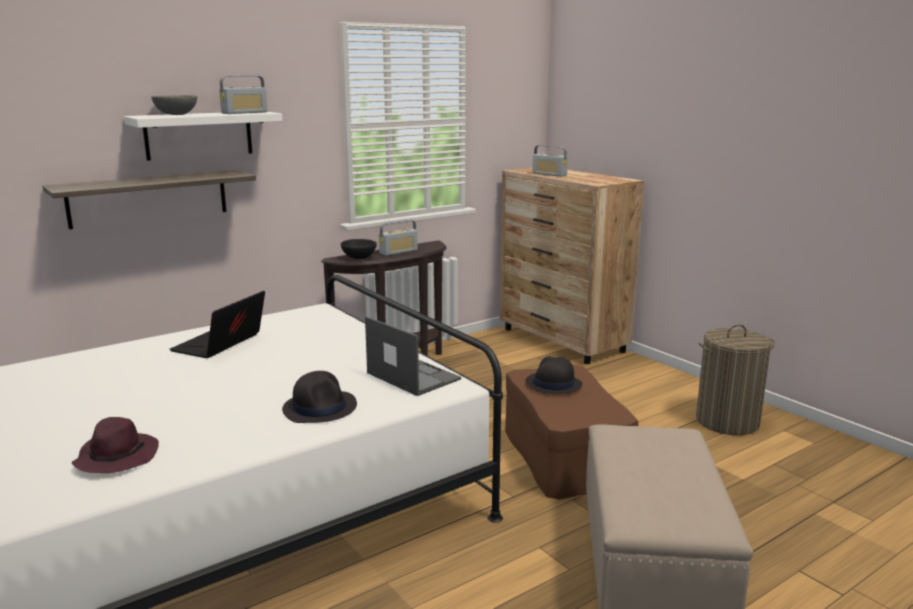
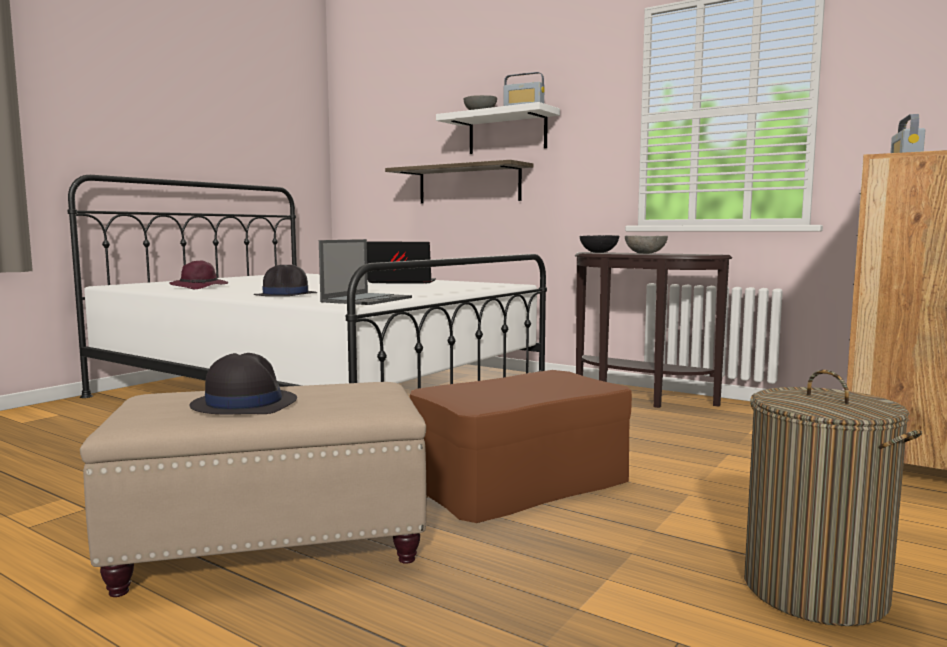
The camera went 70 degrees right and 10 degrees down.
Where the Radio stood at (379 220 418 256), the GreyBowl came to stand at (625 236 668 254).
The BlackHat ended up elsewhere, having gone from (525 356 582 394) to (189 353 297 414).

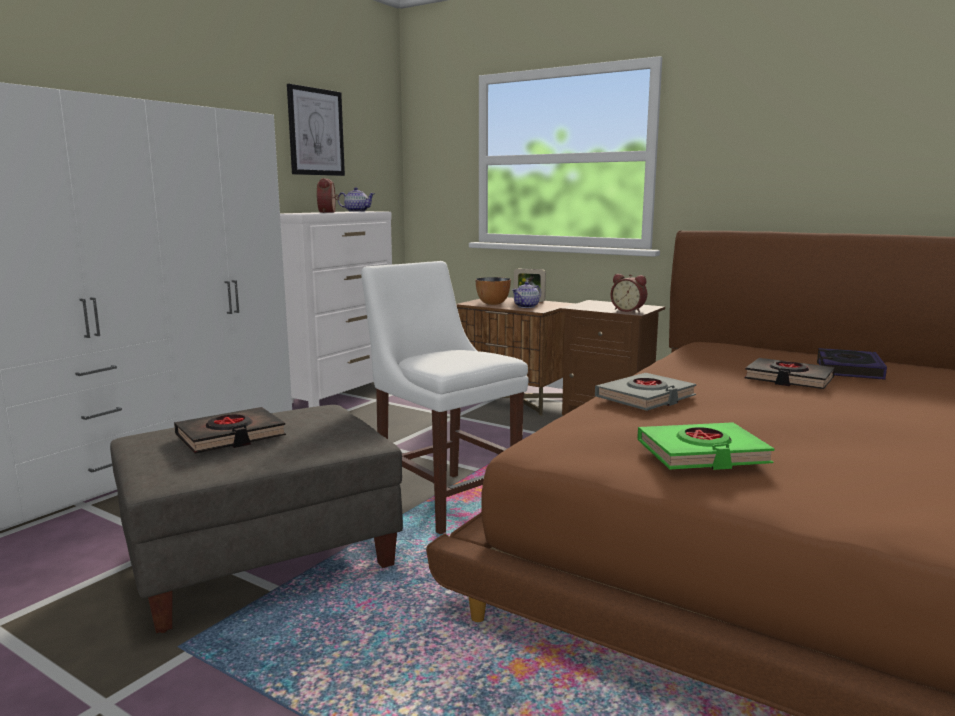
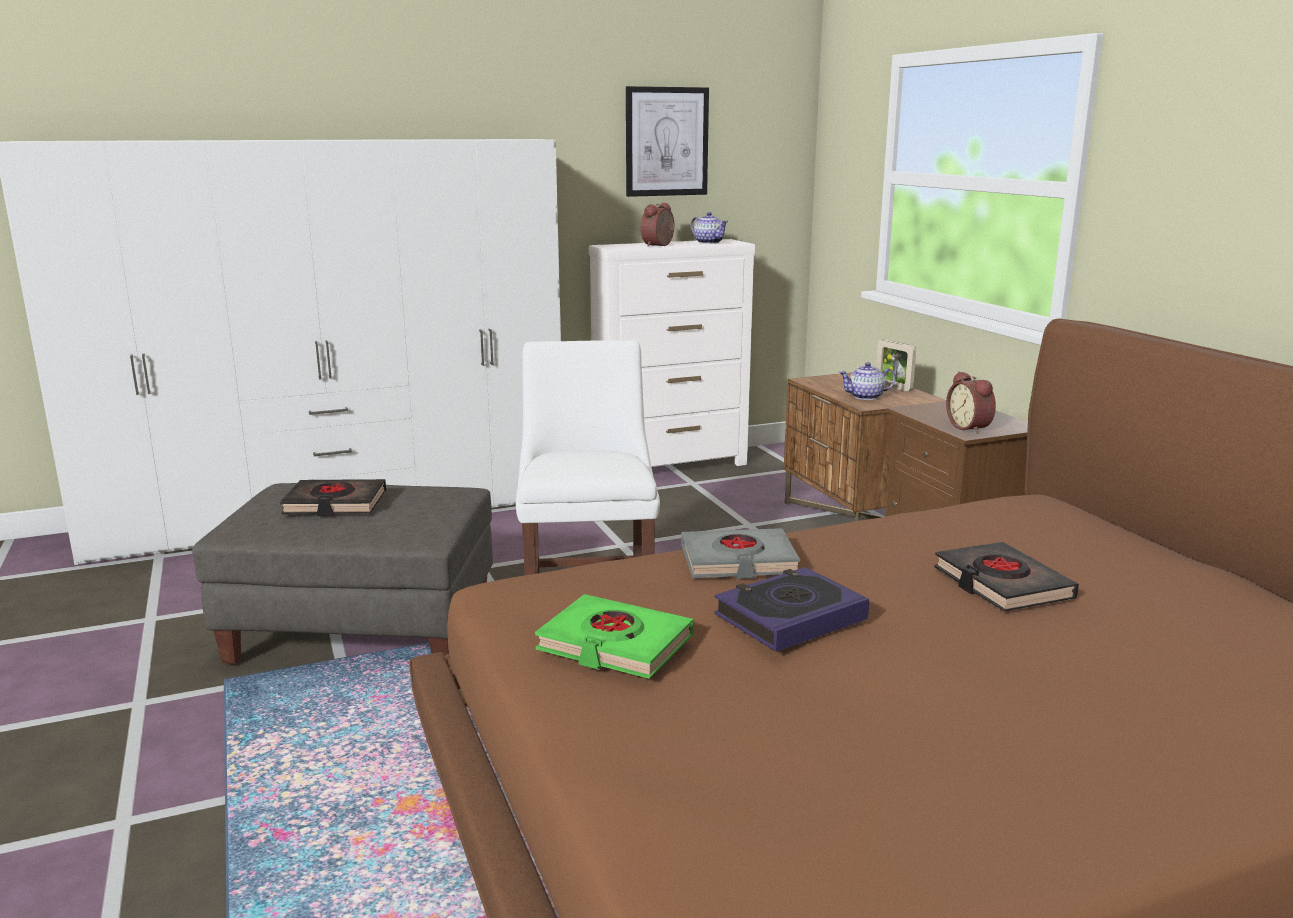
The camera went 35 degrees right and 5 degrees up.
The second view lost the Bowl at (476 277 511 305).
The Book ended up elsewhere, having gone from (817 348 887 380) to (714 567 869 652).

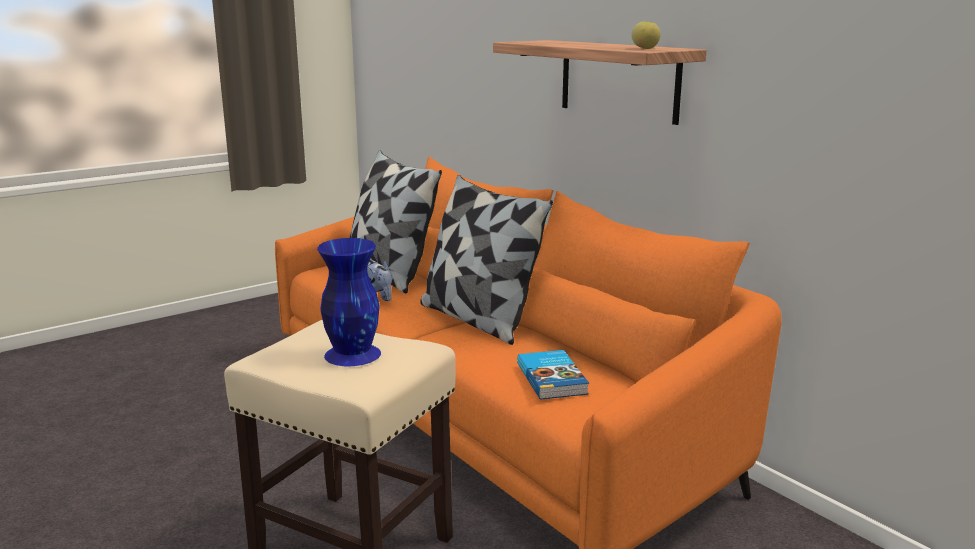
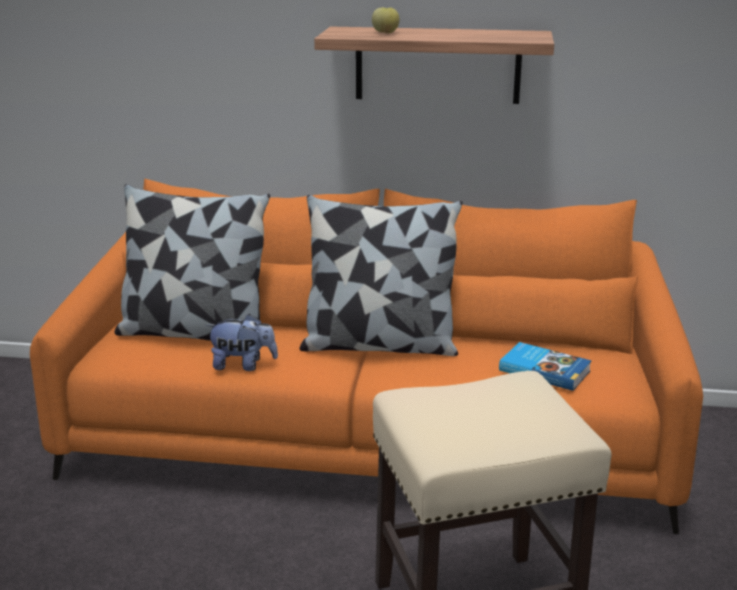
The camera went 45 degrees left and 5 degrees up.
The second view lost the BlueVase at (317 238 381 366).
The Apple ended up elsewhere, having gone from (632 22 661 49) to (372 7 400 33).

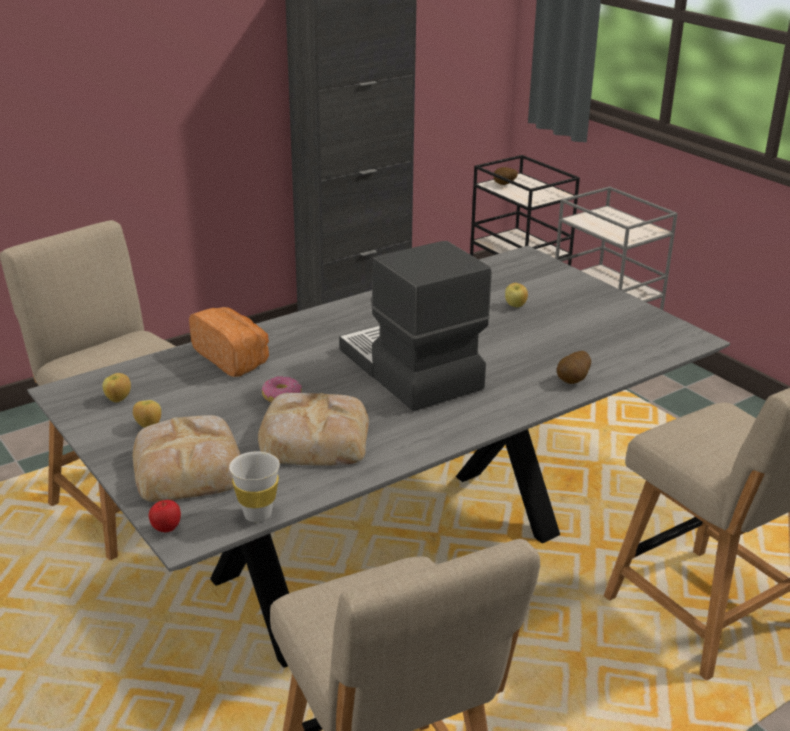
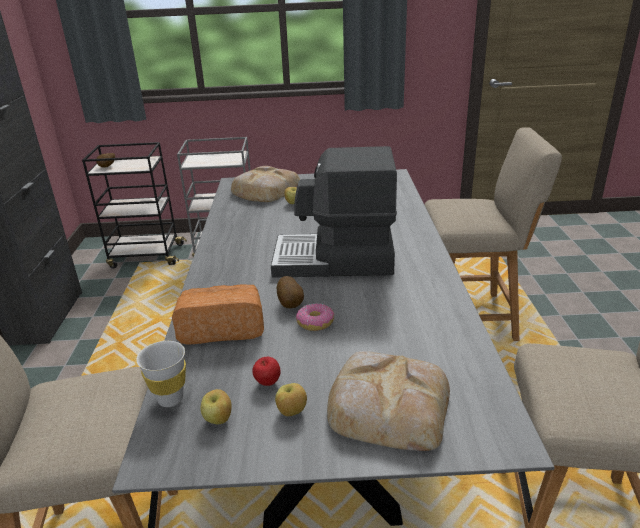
The camera went 55 degrees left and 0 degrees up.
The Apple ended up elsewhere, having gone from (149 500 181 532) to (252 357 281 386).
The WhiteCup ended up elsewhere, having gone from (229 451 280 522) to (136 341 186 407).
The Bread ended up elsewhere, having gone from (258 393 369 466) to (231 166 300 202).
The Potato ended up elsewhere, having gone from (557 351 591 384) to (277 276 304 308).

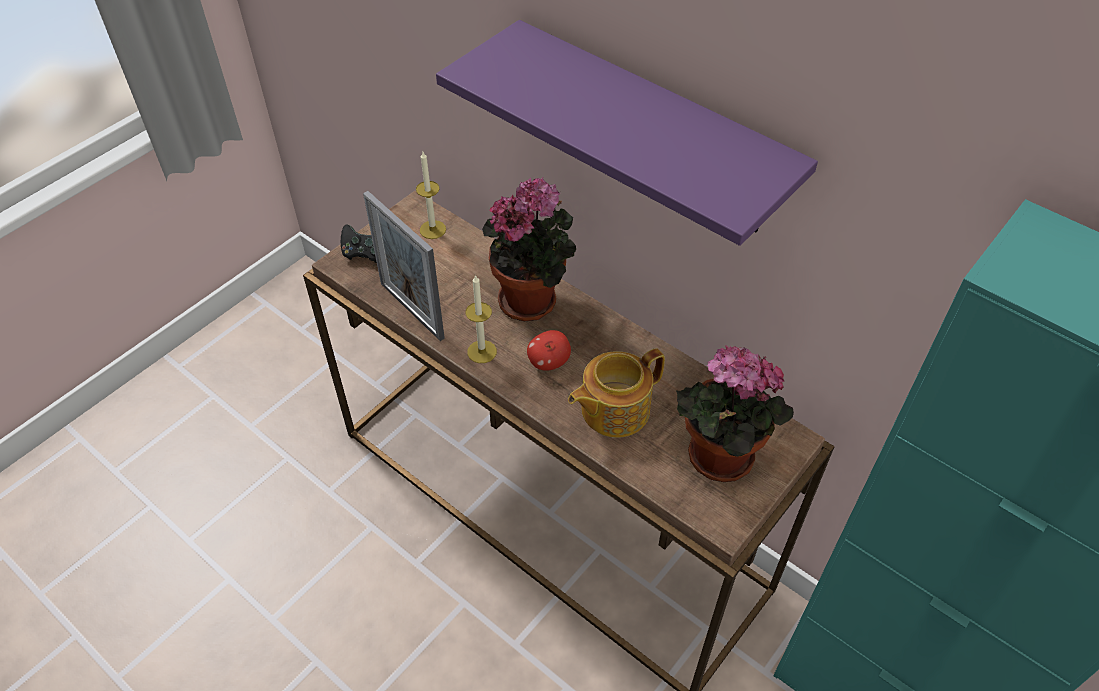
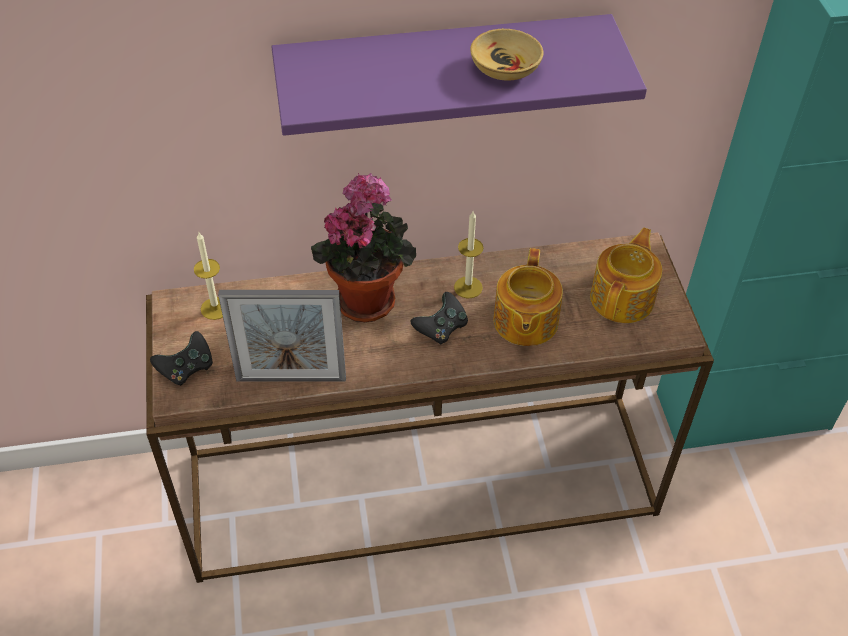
The camera went 50 degrees left and 0 degrees up.
The Candle ended up elsewhere, having gone from (466 275 497 363) to (454 211 484 299).
Where the Apple stood at (527 330 571 370), the BlackGameController came to stand at (410 292 468 345).
Where the PottedPlant stood at (676 346 794 482), the Teapot came to stand at (590 228 662 323).
The second view gained the BeigeBowl at (470 28 543 81).

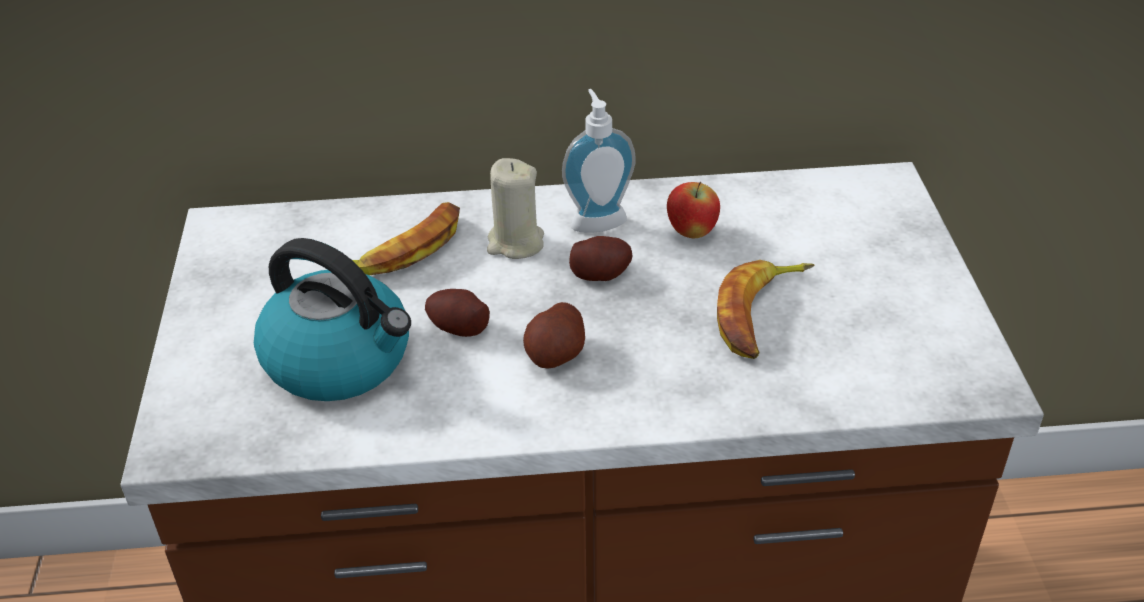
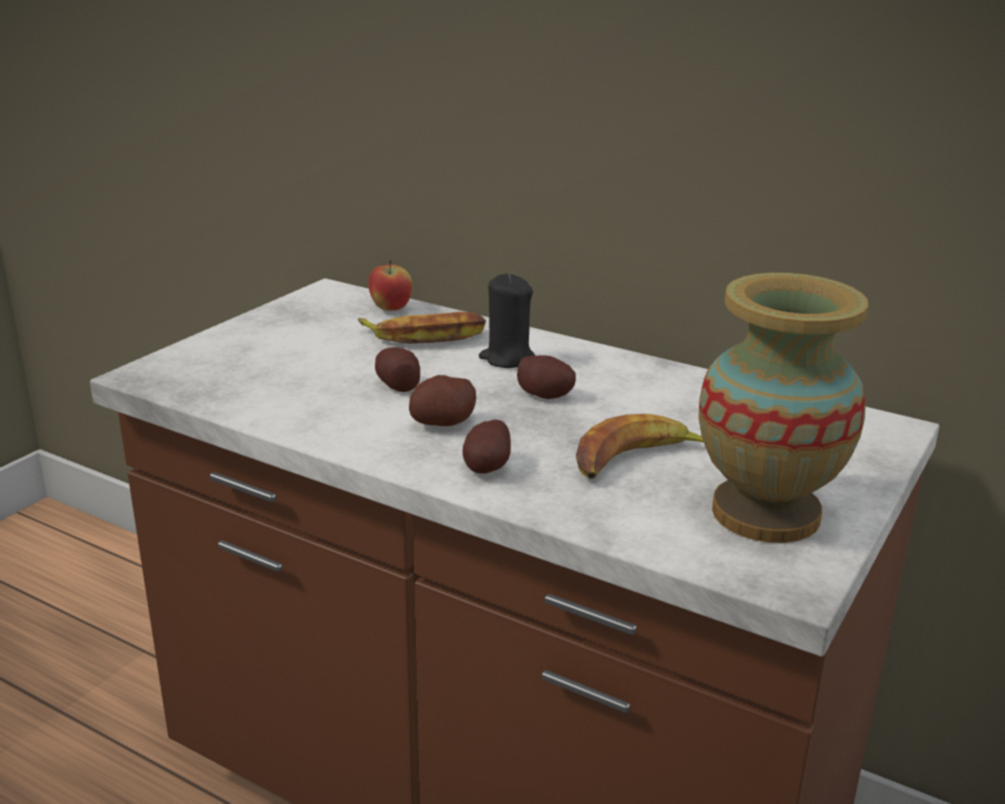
The camera went 35 degrees right and 15 degrees down.
The second view lost the Kettle at (254 238 411 401).
What was the BeigeCandle at (487 158 544 259) turned into the BlackCandle at (479 274 535 368).
The second view lost the SoapDispenser at (562 89 636 233).
The Apple ended up elsewhere, having gone from (667 182 720 238) to (369 260 412 311).
The second view gained the Potato at (463 420 511 474).
The second view gained the Vase at (699 273 868 543).

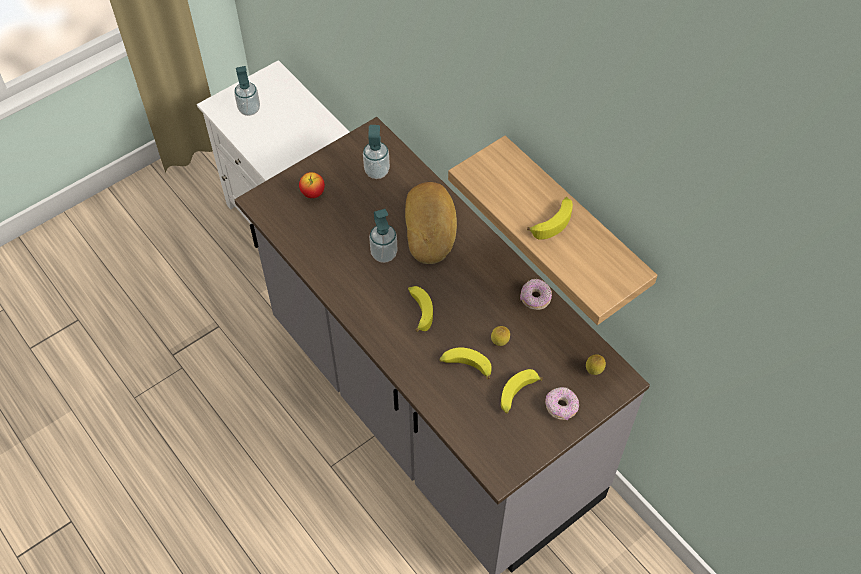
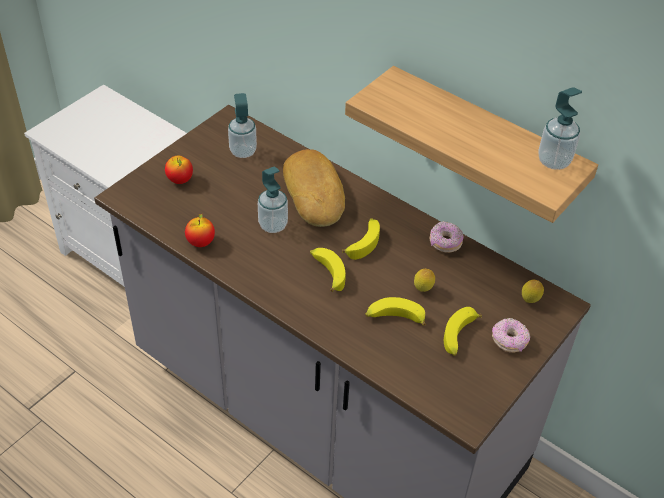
The camera went 15 degrees left and 10 degrees down.
The SoapDispenser ended up elsewhere, having gone from (234 66 260 116) to (538 87 582 170).
The Banana ended up elsewhere, having gone from (527 197 573 240) to (342 218 380 260).
The second view gained the Apple at (185 214 215 247).

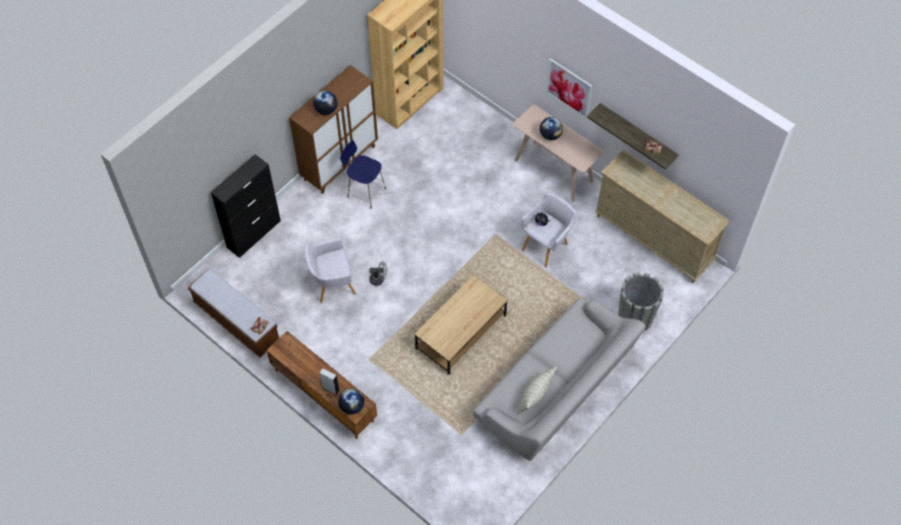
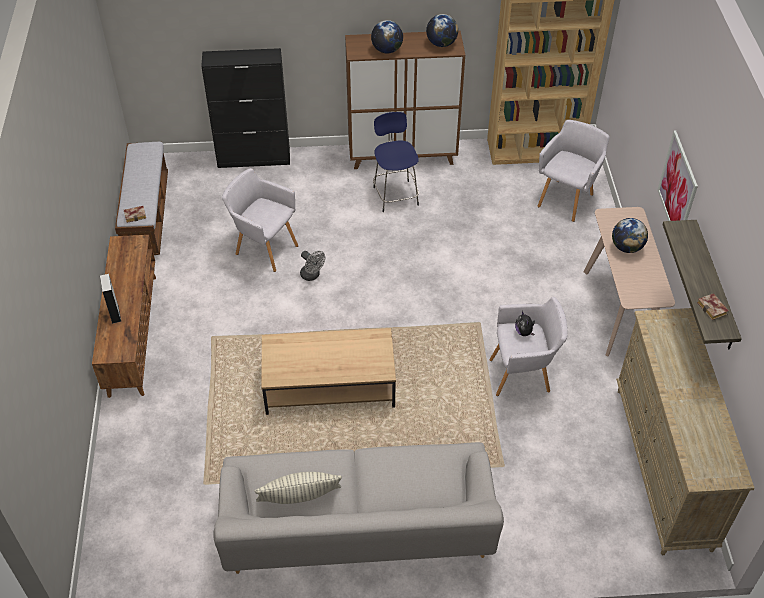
The camera went 45 degrees right and 10 degrees down.
The Globe ended up elsewhere, having gone from (338 388 364 415) to (426 14 458 47).
The second view lost the GreyPlanter at (618 272 664 332).
The second view gained the GreyArmchair at (537 120 610 222).

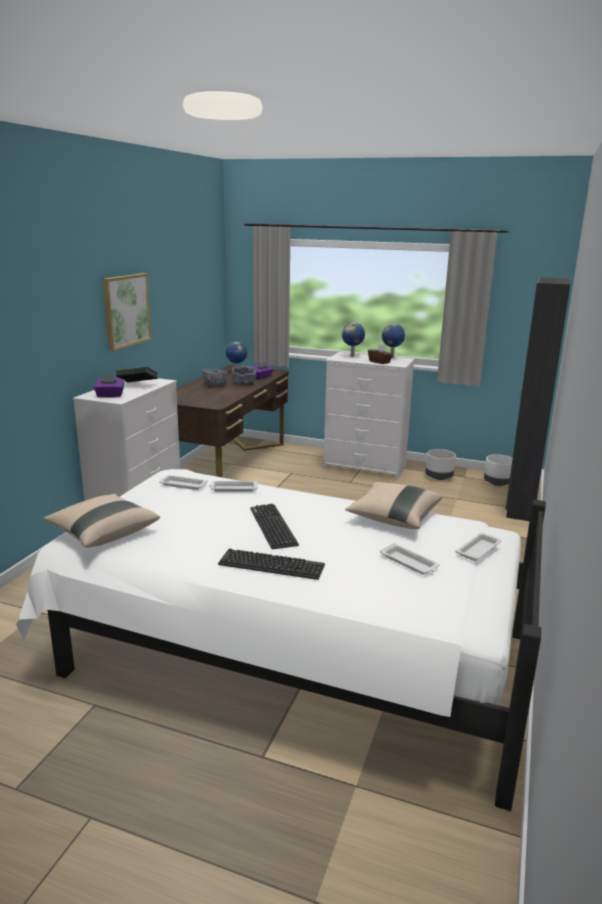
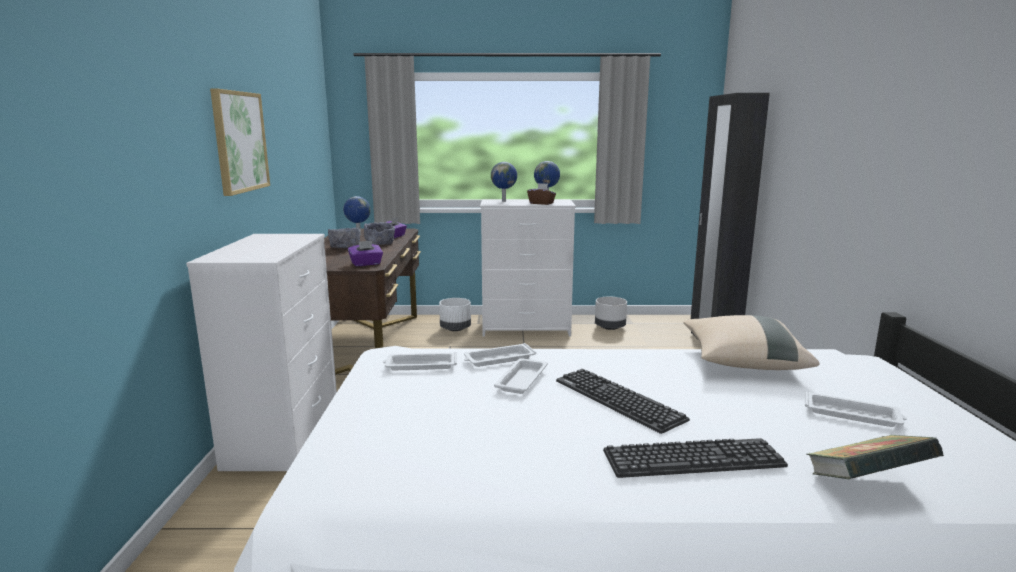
The camera went 20 degrees left and 5 degrees down.
The second view lost the BeigePillow at (44 494 160 548).
The PurpleTissueBox ended up elsewhere, having gone from (94 375 125 398) to (348 241 383 266).
The Book ended up elsewhere, having gone from (116 367 158 383) to (806 435 944 479).
The WhiteTray ended up elsewhere, having gone from (455 533 502 561) to (494 358 548 394).
The WhitePlanter ended up elsewhere, having gone from (484 454 513 486) to (439 298 471 331).

